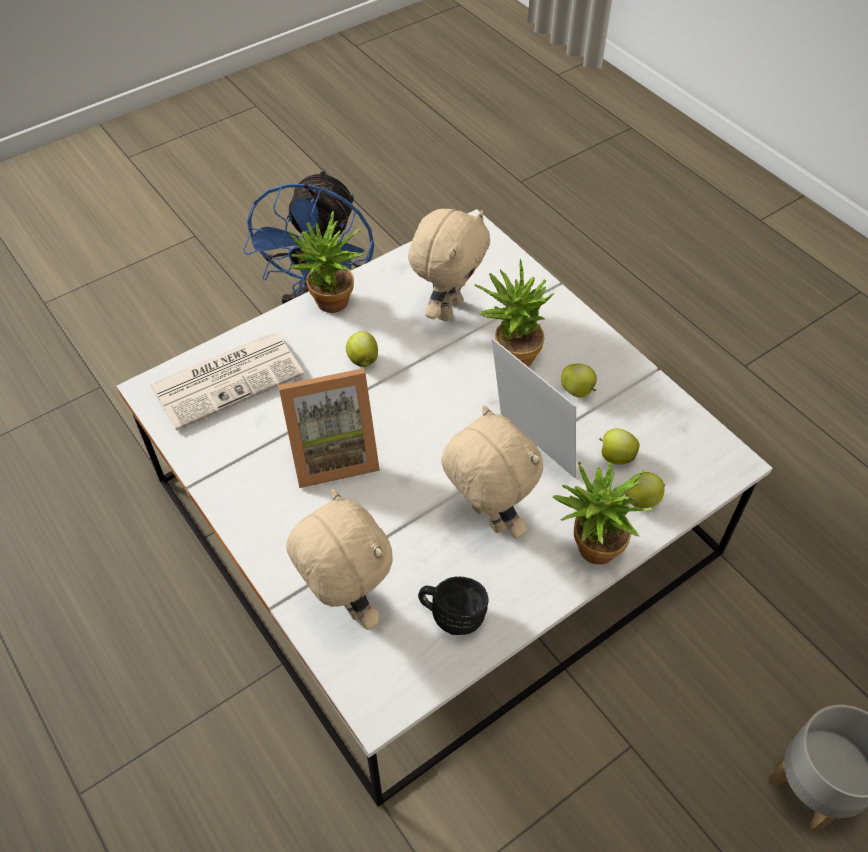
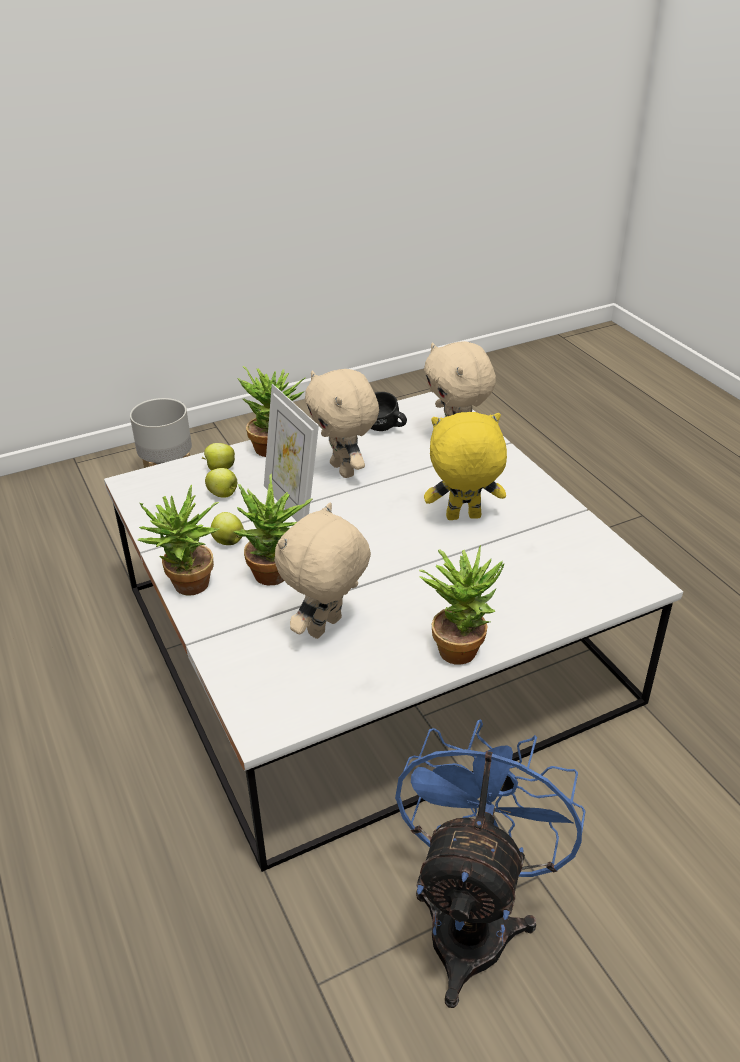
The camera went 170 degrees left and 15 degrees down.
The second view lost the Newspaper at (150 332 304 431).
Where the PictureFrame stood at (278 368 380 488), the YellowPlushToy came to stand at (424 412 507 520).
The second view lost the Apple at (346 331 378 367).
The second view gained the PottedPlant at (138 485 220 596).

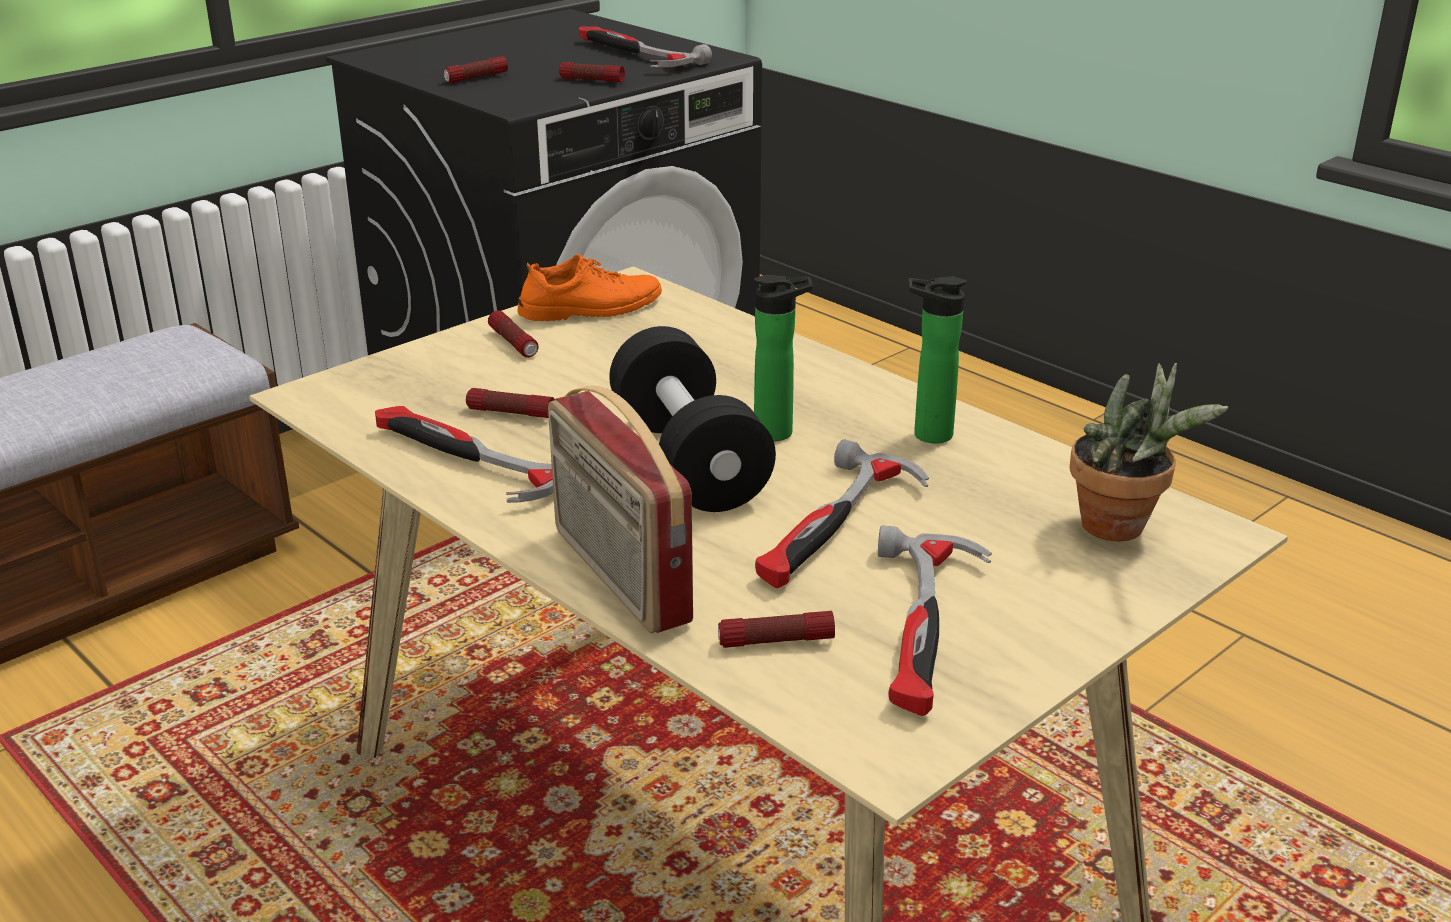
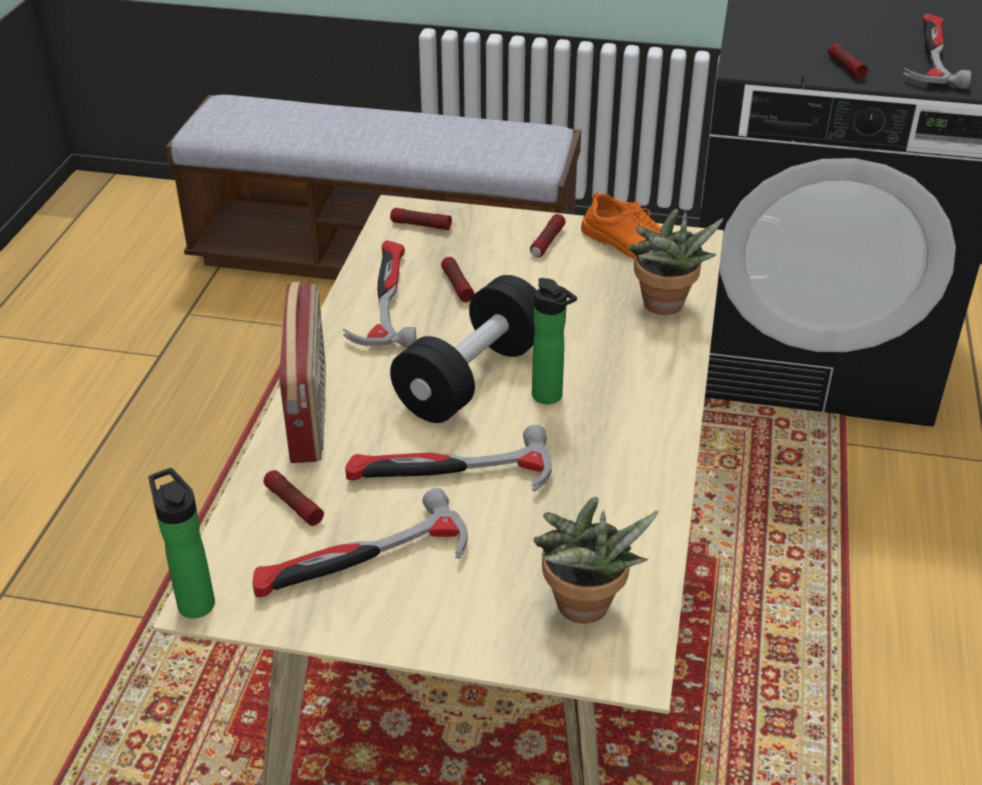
The camera went 55 degrees right and 10 degrees up.
The Flashlight ended up elsewhere, having gone from (444 56 508 83) to (390 208 452 230).
The Radio at (548 386 693 633) ended up facing another way, 150 degrees clockwise from before.
The Bottle ended up elsewhere, having gone from (908 276 967 444) to (149 468 215 618).
The second view gained the PottedPlant at (628 209 724 315).

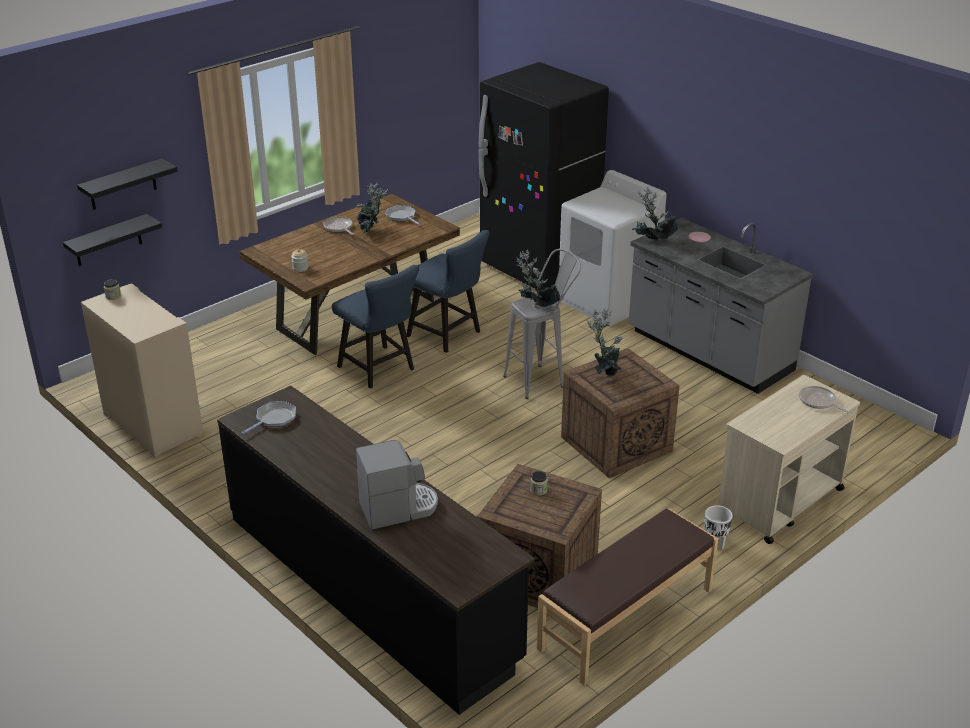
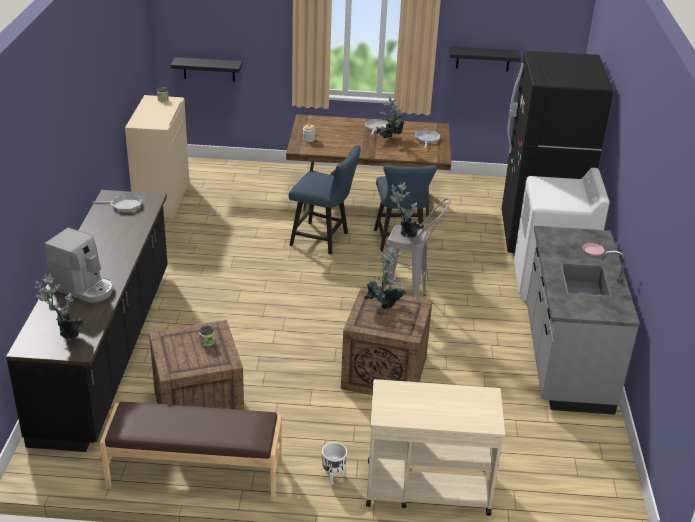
The camera went 45 degrees right and 0 degrees up.
The BlackShelf ended up elsewhere, having gone from (77 158 178 210) to (449 46 521 72).
The BlueChair at (332 265 419 389) ended up facing another way, 75 degrees counterclockwise from before.
The PottedPlant ended up elsewhere, having gone from (632 187 678 240) to (34 274 87 339).
The second view lost the FryingPan at (799 386 850 413).

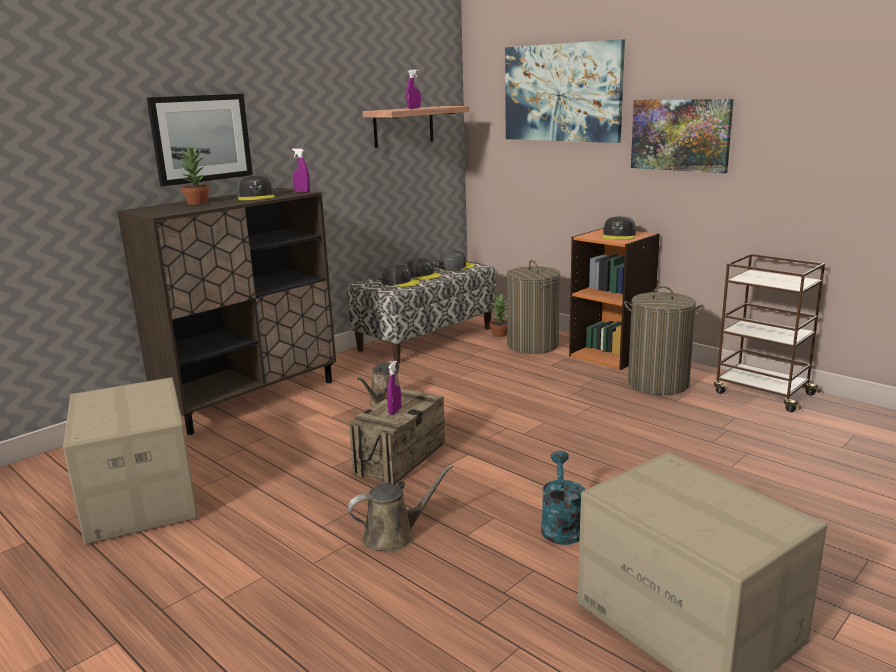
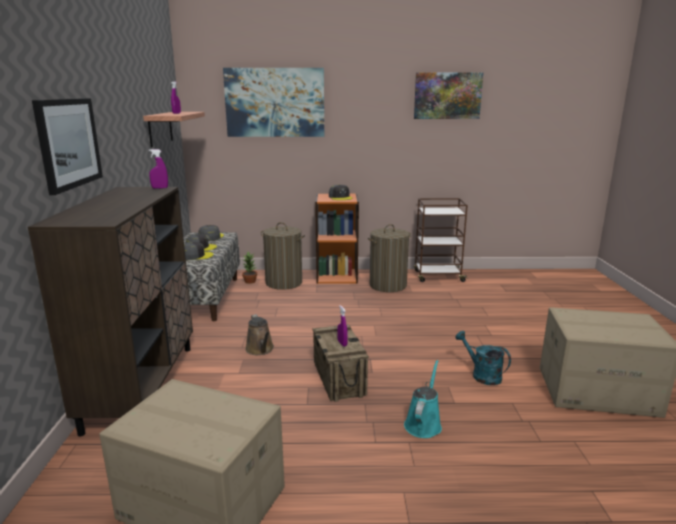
The camera went 45 degrees left and 0 degrees up.
The second view lost the PottedPlant at (179 147 210 205).
The second view lost the GreyCap at (236 175 275 200).
What was the BrownWateringCan at (348 464 454 552) turned into the TurquoiseWateringCan at (404 360 442 438).
The Picture ended up elsewhere, having gone from (631 99 734 173) to (414 73 483 119).

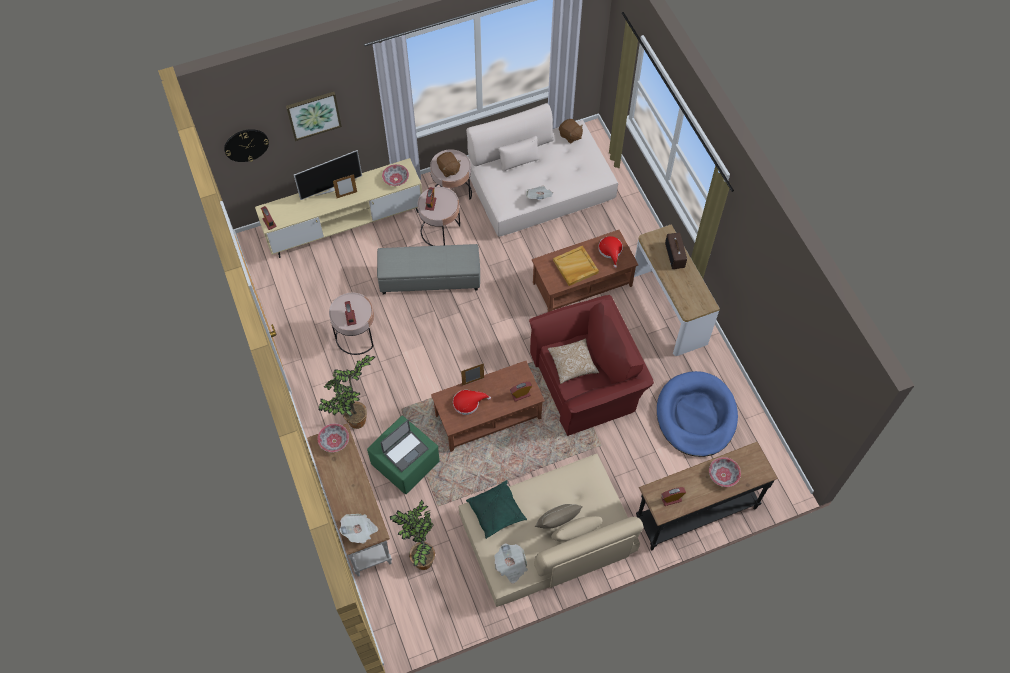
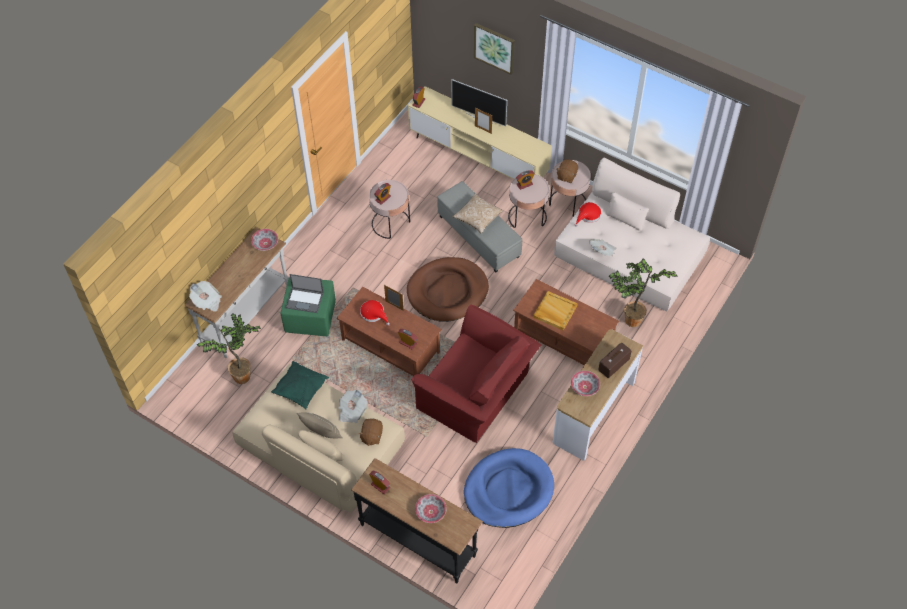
The camera went 55 degrees right and 5 degrees down.
The second view lost the WallClock at (224 129 269 162).
The PottedPlant ended up elsewhere, having gone from (319 355 375 429) to (609 258 678 327).
The Bowl ended up elsewhere, having gone from (382 164 409 186) to (571 371 600 396).
The Newspaper ended up elsewhere, having gone from (494 543 528 584) to (338 390 368 423).
The Pillow ended up elsewhere, having gone from (548 338 599 384) to (452 194 503 234).
The BrownPlushToy ended up elsewhere, having gone from (559 119 583 144) to (358 418 383 446).
The RedHat ended up elsewhere, having gone from (598 236 623 268) to (575 202 601 227).
The second view gained the BrownDogBed at (407 257 489 322).

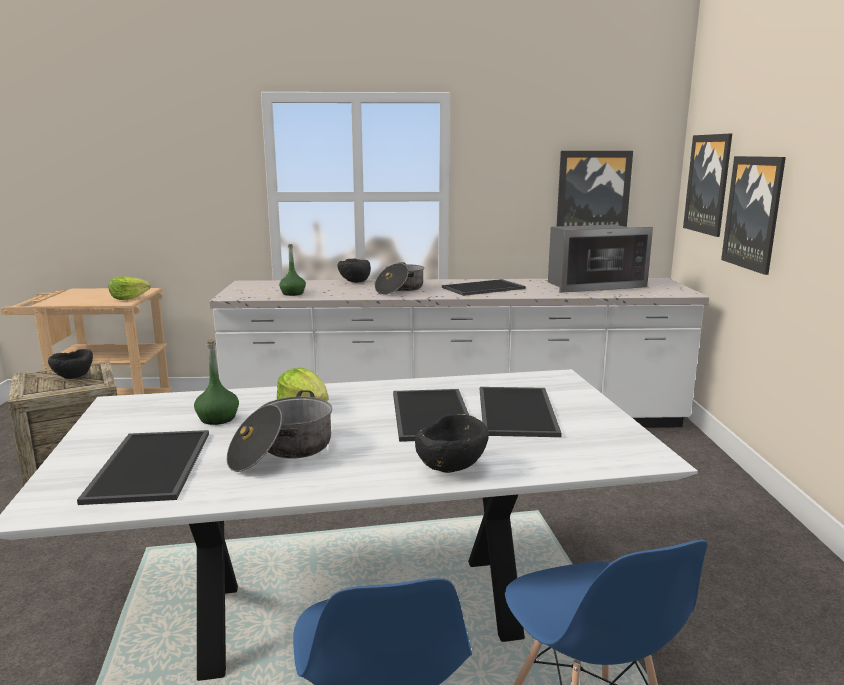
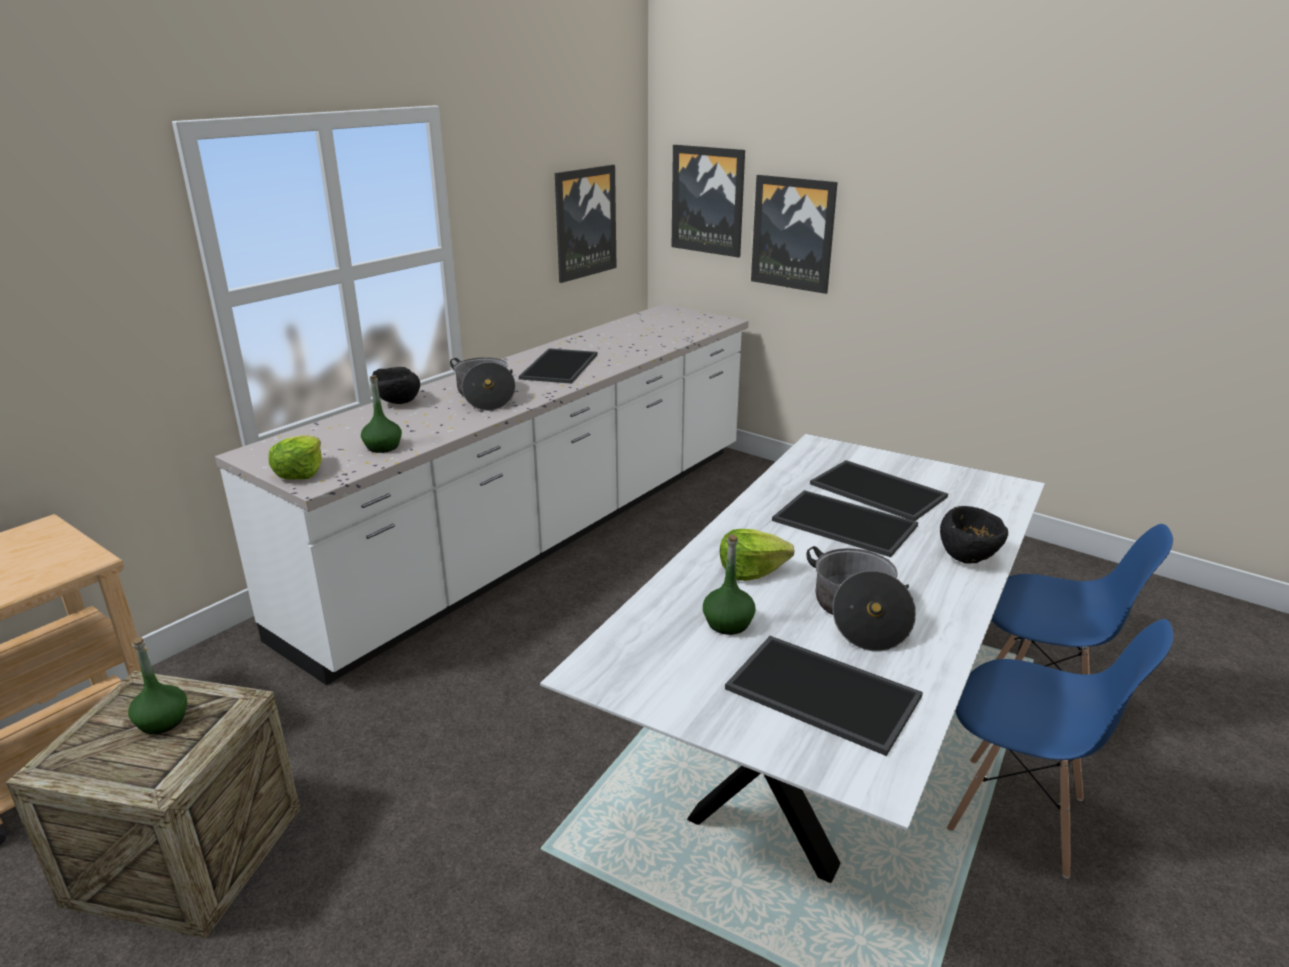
The camera went 50 degrees left and 10 degrees up.
Where the BlackBowl stood at (48 349 93 379), the GreenBottle came to stand at (128 637 187 734).
The Lettuce ended up elsewhere, having gone from (109 276 151 300) to (268 435 322 480).
The second view lost the Microwave at (548 225 653 293).

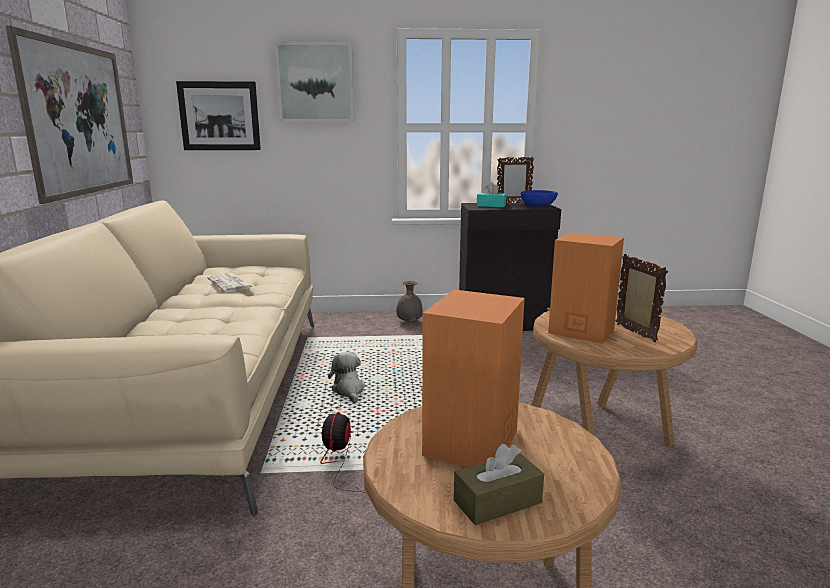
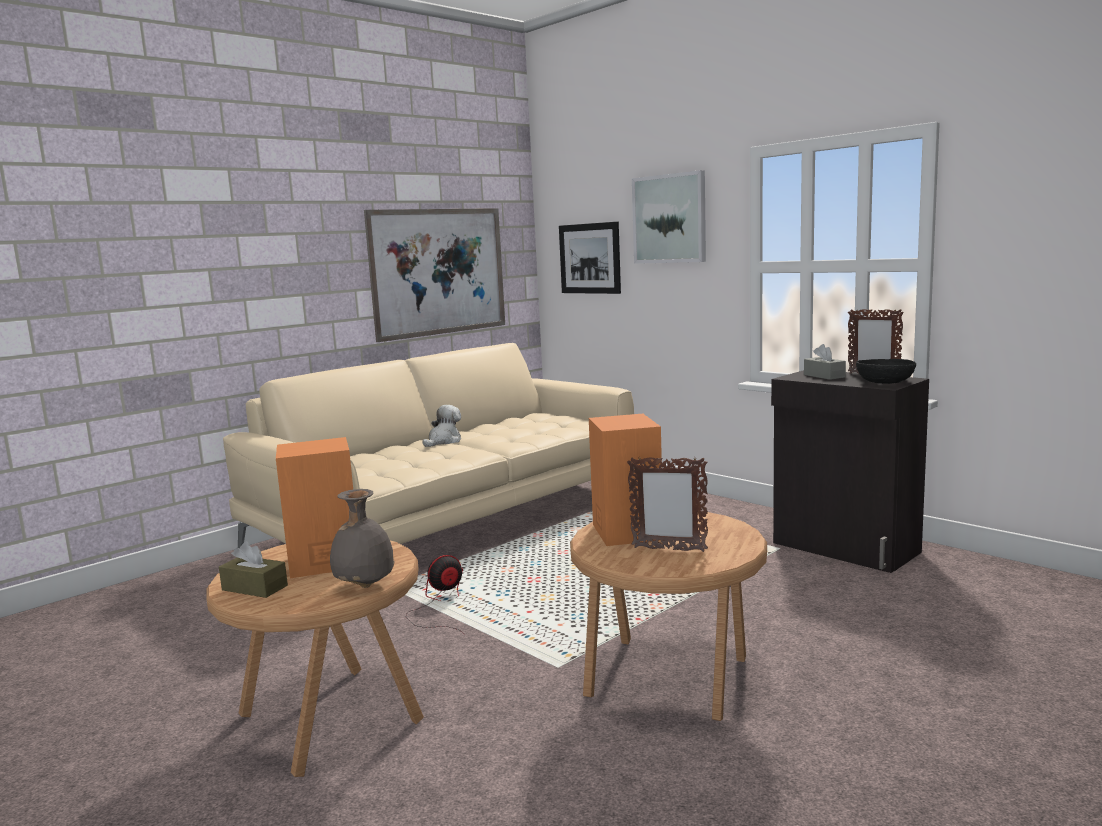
The camera went 50 degrees right and 5 degrees down.
The second view lost the Newspaper at (207 273 254 292).
The PlushToy ended up elsewhere, having gone from (328 352 366 403) to (423 405 461 447).
The GreyVase ended up elsewhere, having gone from (396 281 423 323) to (330 489 394 588).
What was the TurquoiseTissueBox at (477 183 506 207) turned into the GreyTissueBox at (804 344 846 380).
What was the BlueBowl at (521 190 558 207) turned into the BlackBowl at (856 359 916 384).
The PictureFrame at (616 254 668 342) ended up facing another way, 75 degrees clockwise from before.

